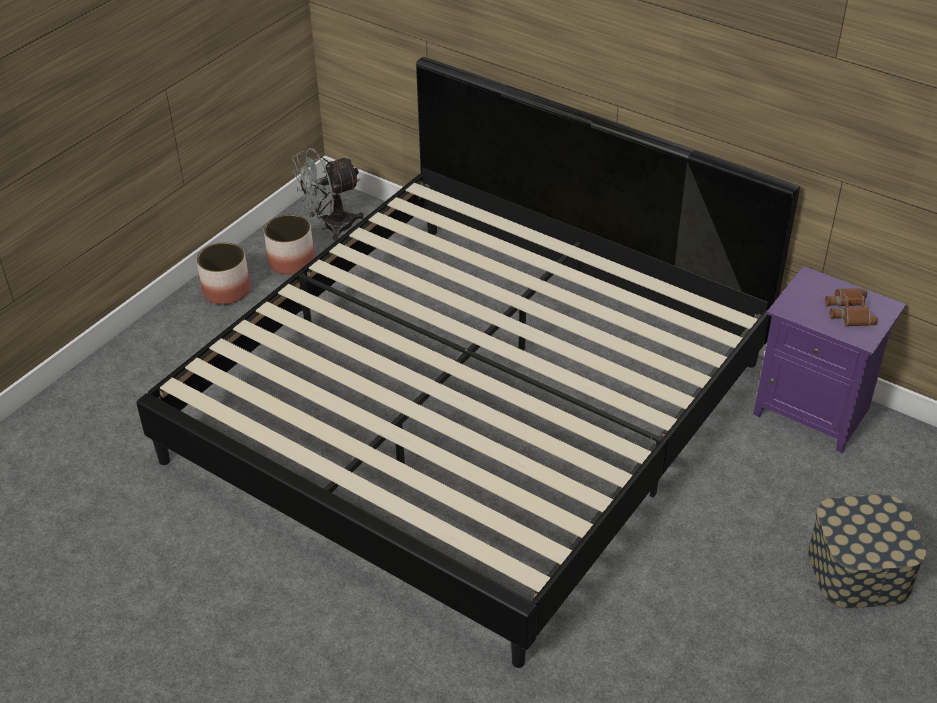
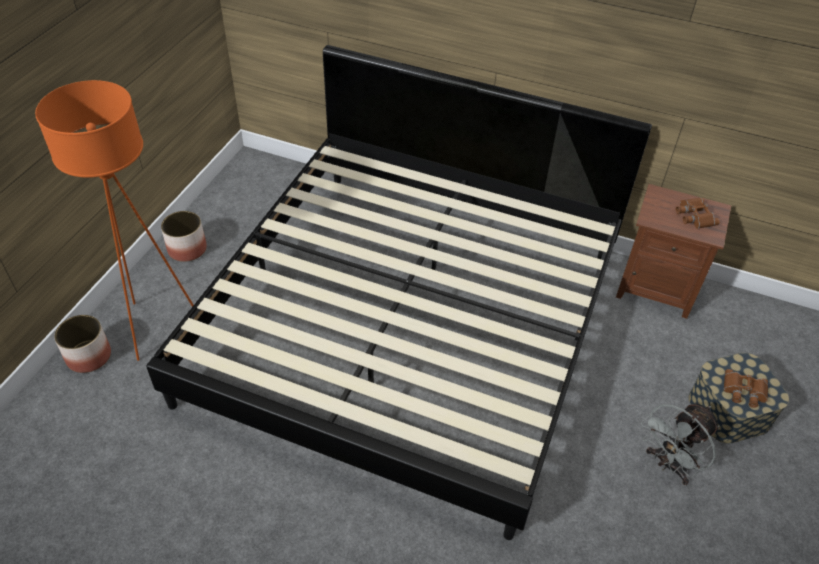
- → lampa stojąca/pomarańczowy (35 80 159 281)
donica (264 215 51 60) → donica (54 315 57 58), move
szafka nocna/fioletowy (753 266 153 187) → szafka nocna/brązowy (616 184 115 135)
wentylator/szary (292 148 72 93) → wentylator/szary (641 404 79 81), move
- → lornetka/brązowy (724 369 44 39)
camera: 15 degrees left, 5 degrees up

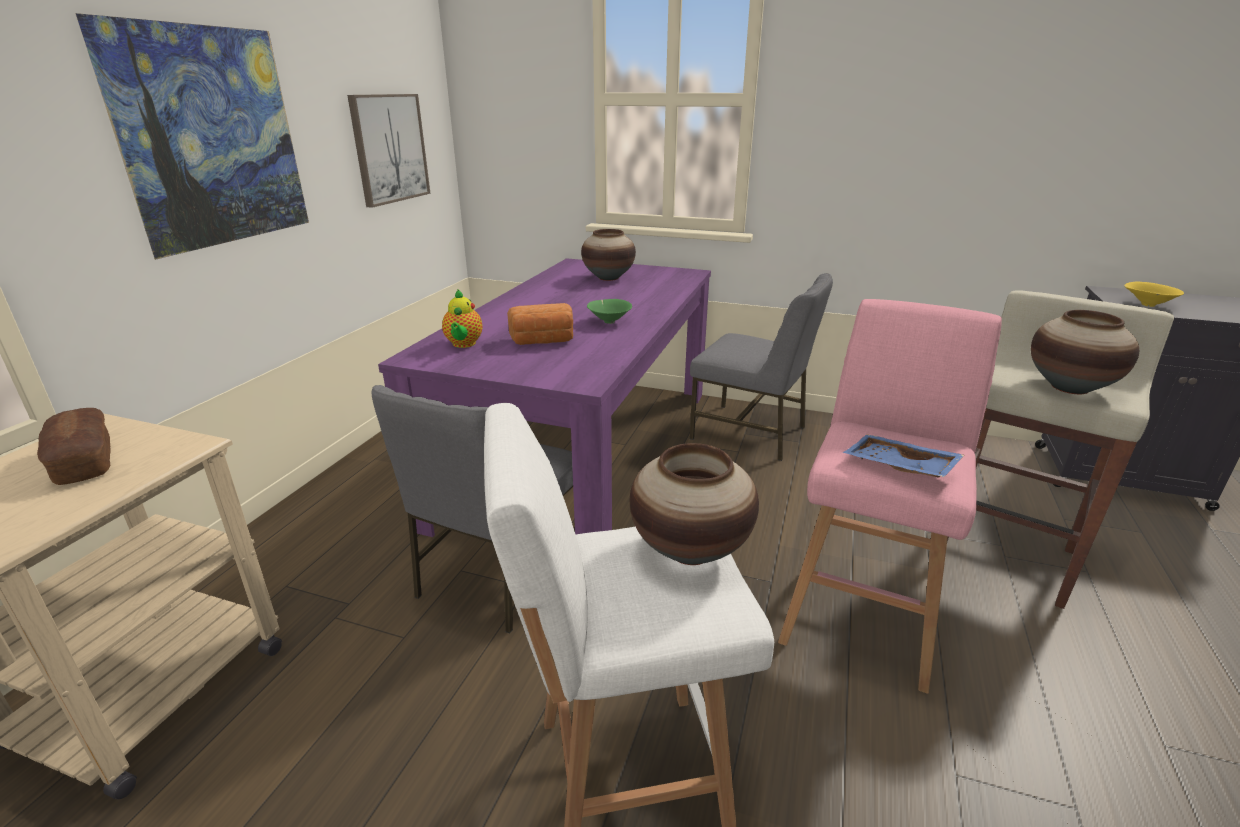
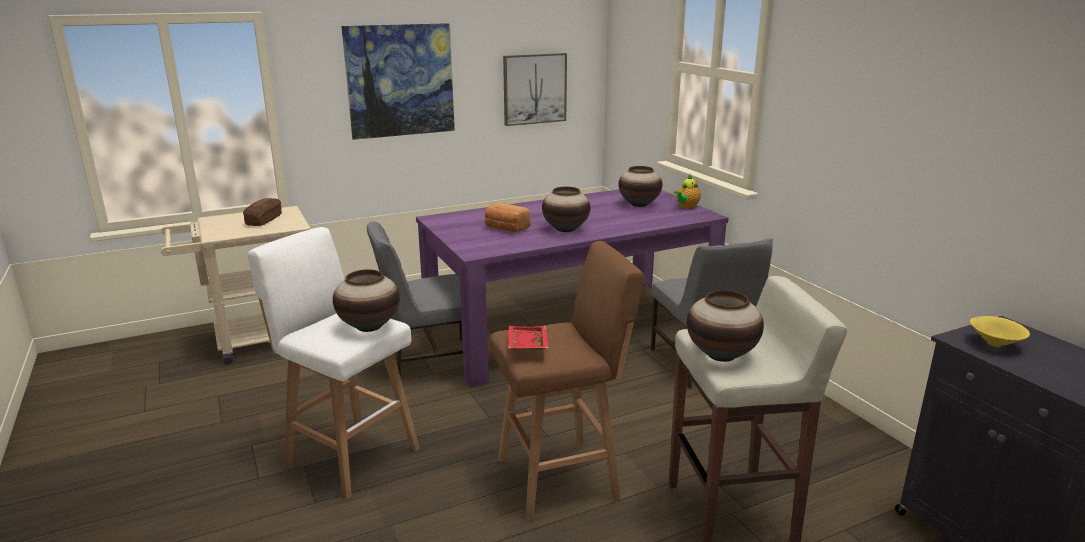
stołek/różowy (778 299 224 395) → stołek/brązowy (490 241 154 280)
taca/niebieski (843 434 121 44) → taca/czerwony (508 326 41 25)
miska/zielony (587 299 45 25) → wazon (542 187 48 45)
imbryk (442 290 40 58) → imbryk (674 174 27 35), move
camera: 45 degrees right, 5 degrees down

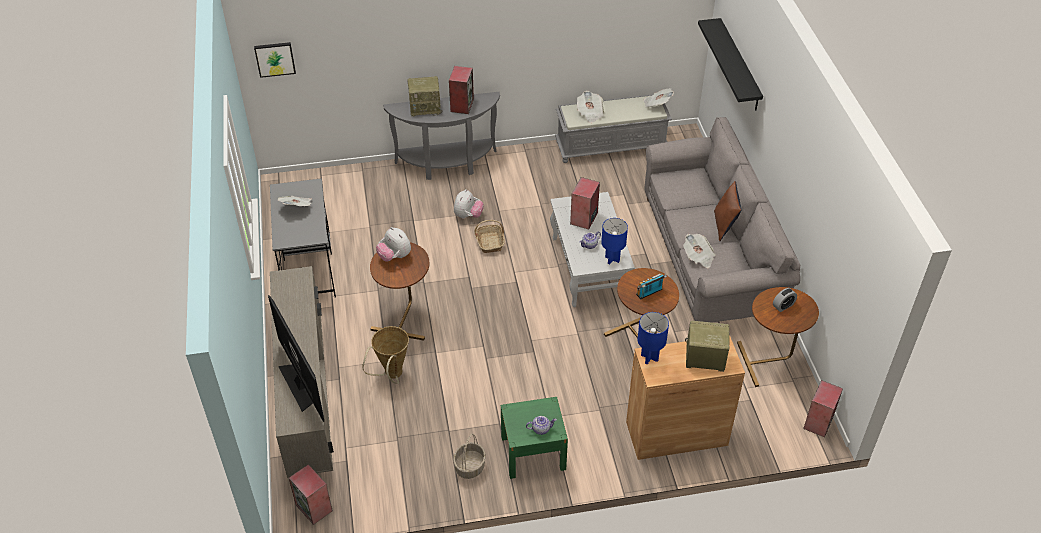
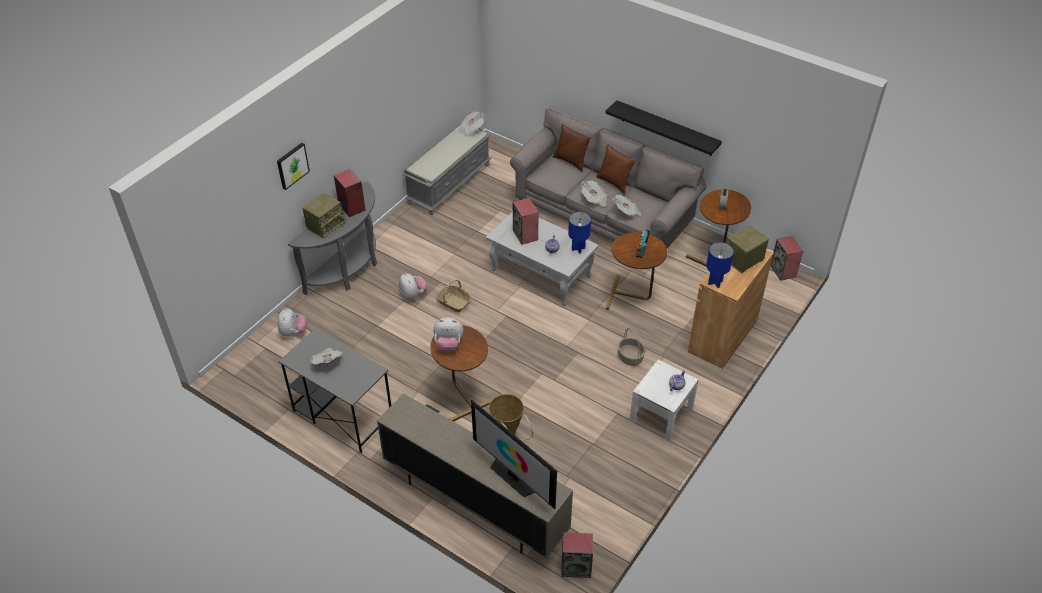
obraz (254 42 42 36) → obraz (277 143 33 47), move
- → pluszak (278 308 29 28)
telewizor (268 295 56 127) → telewizor (471 400 86 109), 150 degrees counterclockwise
- → poduszka/brązowy (553 124 38 48)
gazeta (577 91 27 32) → gazeta (581 180 27 27), move
półka/czarny (698 18 65 92) → półka/czarny (605 100 117 56), move
koszyk (453 434 33 45) → koszyk (618 328 27 38), move
szafka nocna/zielony (501 397 67 82) → szafka nocna/biały (630 359 69 82)
camera: 45 degrees left, 0 degrees up

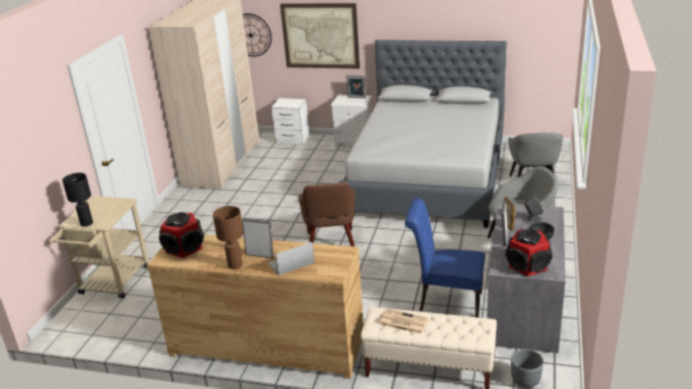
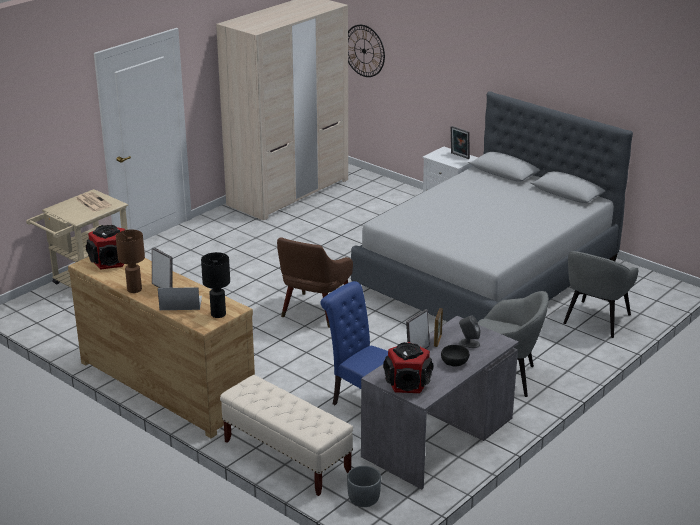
gazeta (378 309 51 25) → gazeta (76 192 36 20), move
lampa stołowa/czarny (62 173 31 54) → lampa stołowa/czarny (201 252 29 66), move
szafka nocna/biały (271 98 39 47) → -
obraz (280 3 80 66) → -
camera: 25 degrees right, 0 degrees up

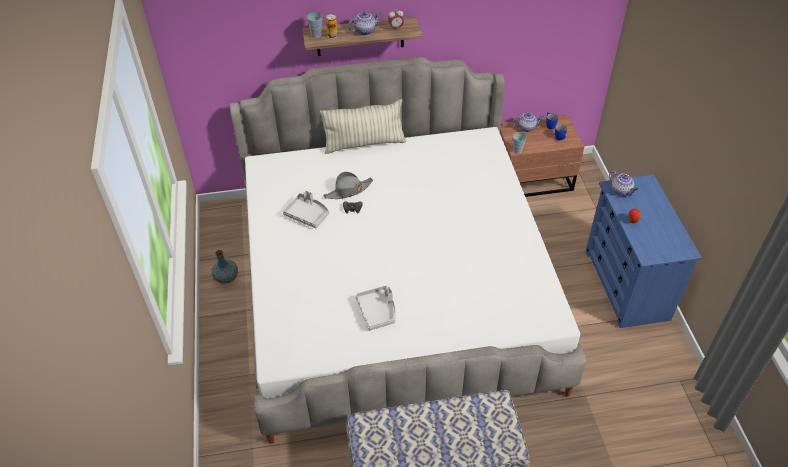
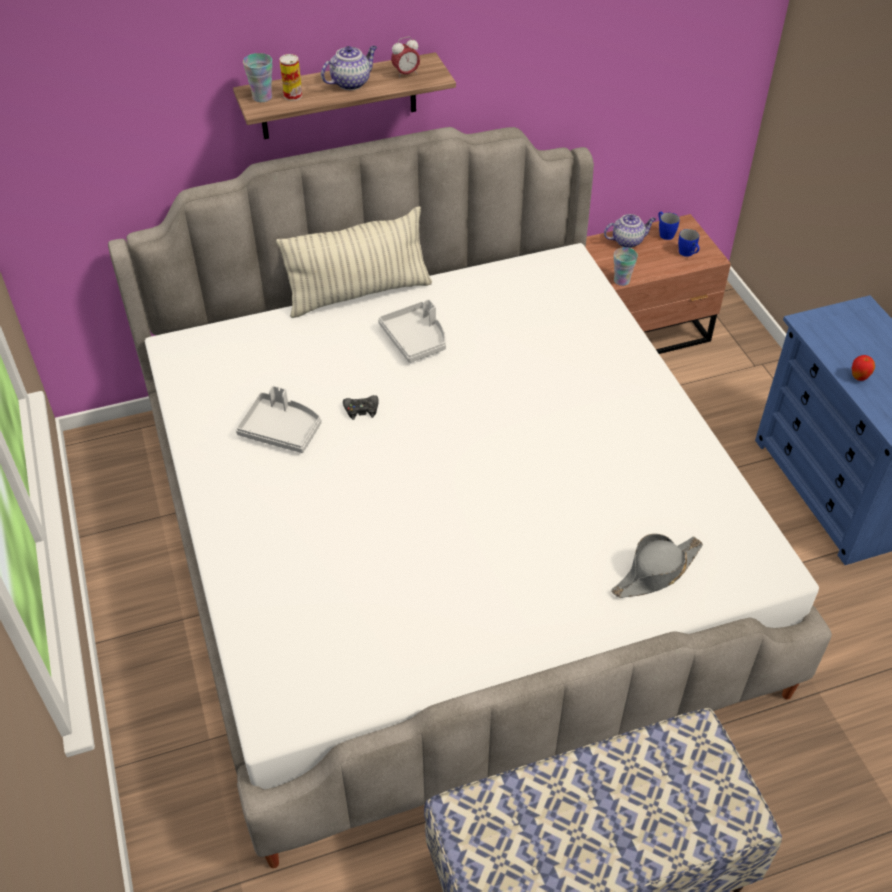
taca/szary (355 285 41 45) → taca/szary (378 299 68 64), move
kapelusz/szary (323 172 50 27) → kapelusz/szary (611 534 92 64), move
wazon (212 250 26 34) → -
imbryk (609 171 30 25) → -
camera: 10 degrees left, 0 degrees up

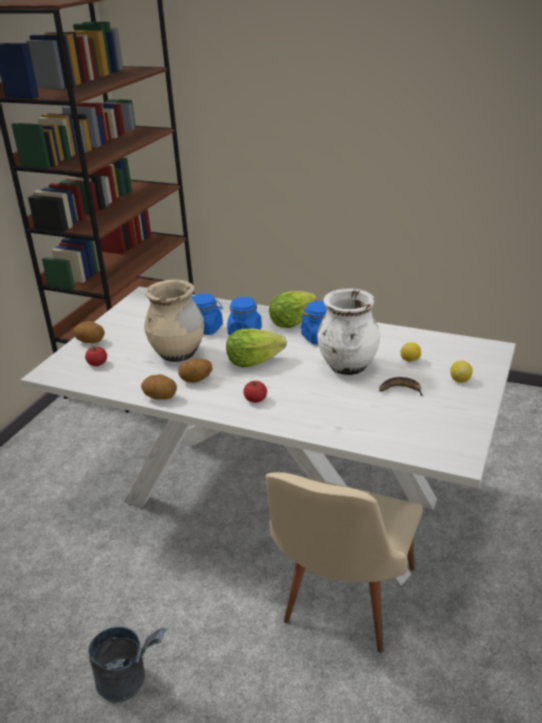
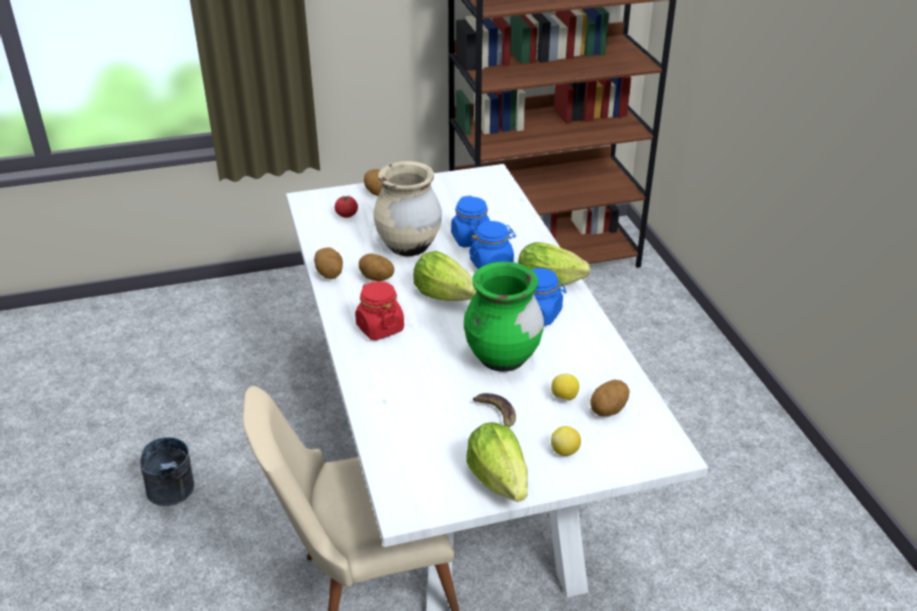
pomidor (243 381 24 22) → słoik/czerwony (355 281 49 59)
wazon/biały (317 288 63 87) → wazon/zielony (464 262 80 110)
- → sałata (466 422 62 80)
- → ziemniak (590 379 40 37)
camera: 50 degrees right, 5 degrees up

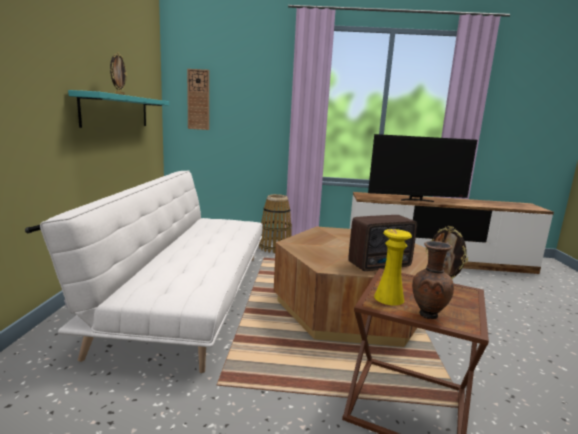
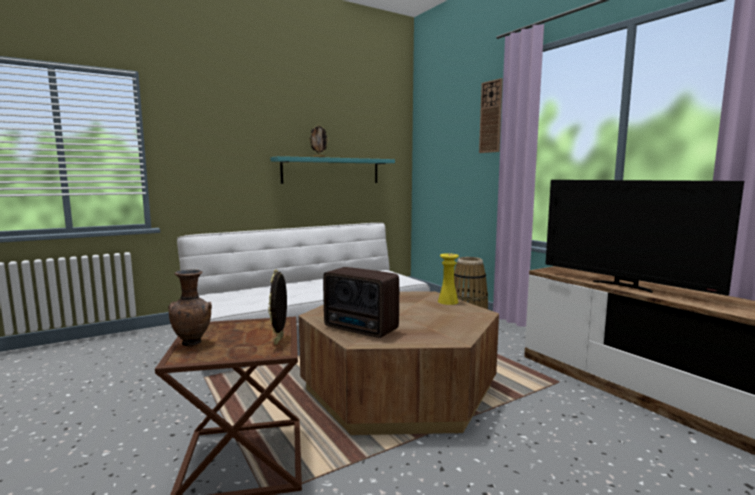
wazon/żółty (374 229 38 77) → wazon/żółty (438 253 21 52), move
zegar ścienny (187 69 22 61) → zegar ścienny (479 78 24 75), move
camera: 55 degrees right, 5 degrees down

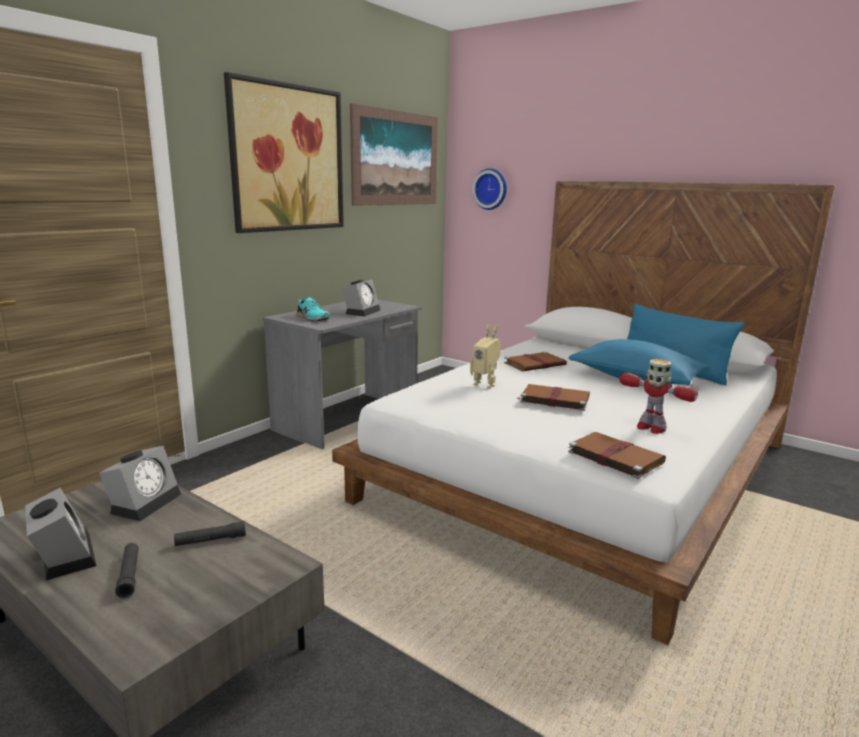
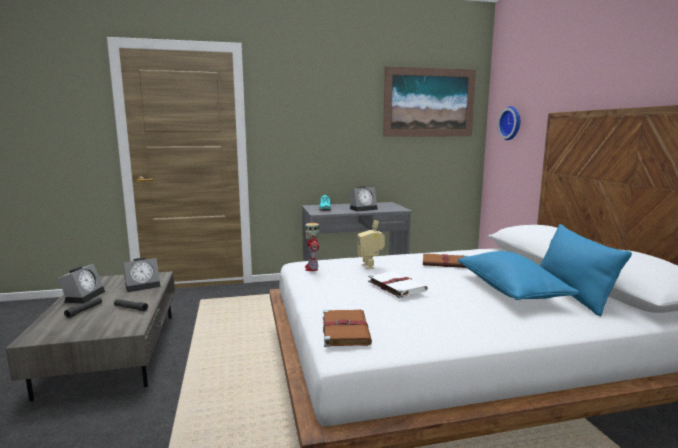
robot zabawkowy (619 359 79 75) → robot zabawkowy (305 223 15 48), move
książka/brązowy (517 384 73 27) → książka/biały (368 271 60 27)
obraz (224 72 120 161) → -
camera: 40 degrees right, 5 degrees down

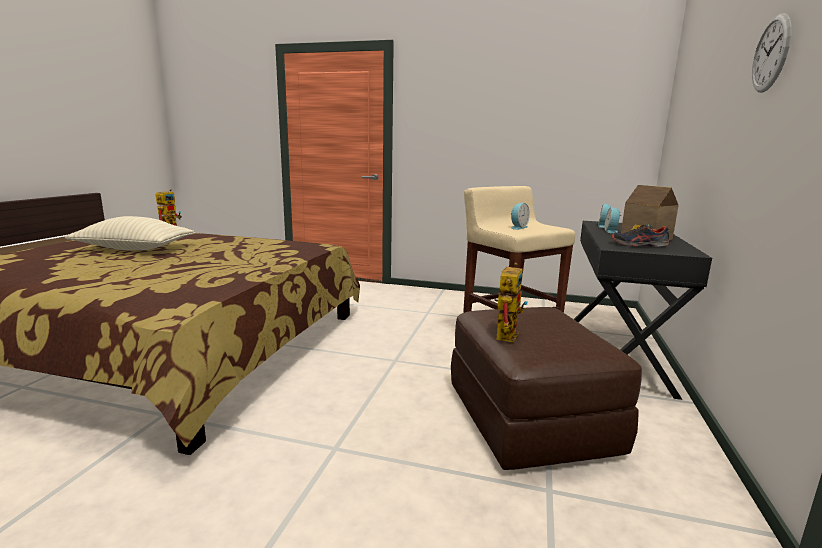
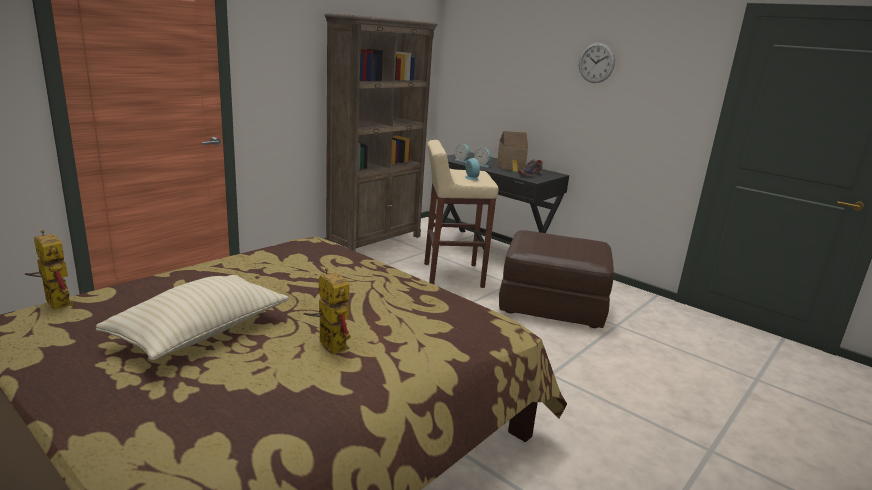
robot zabawkowy (494 263 33 80) → robot zabawkowy (303 268 48 87), move
- → regał/brązowy (324 13 114 239)
camera: 65 degrees left, 5 degrees up

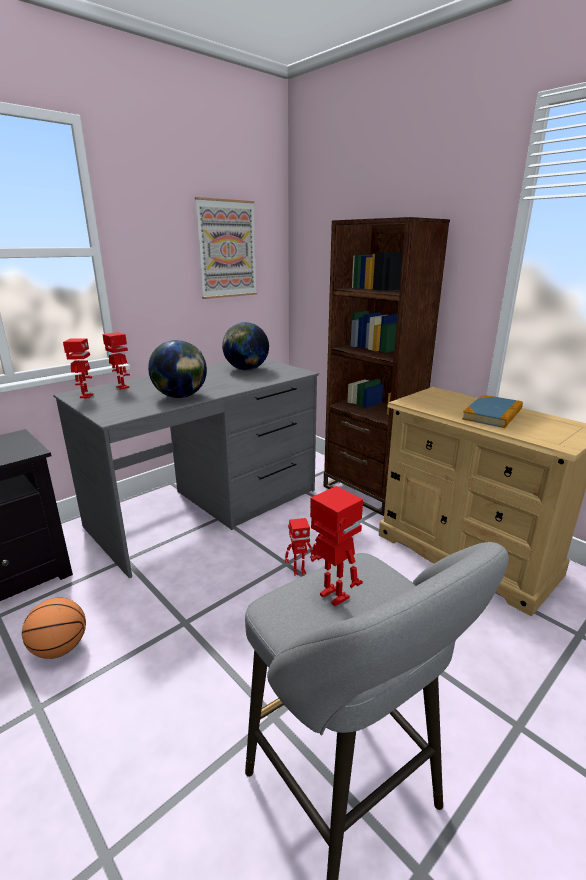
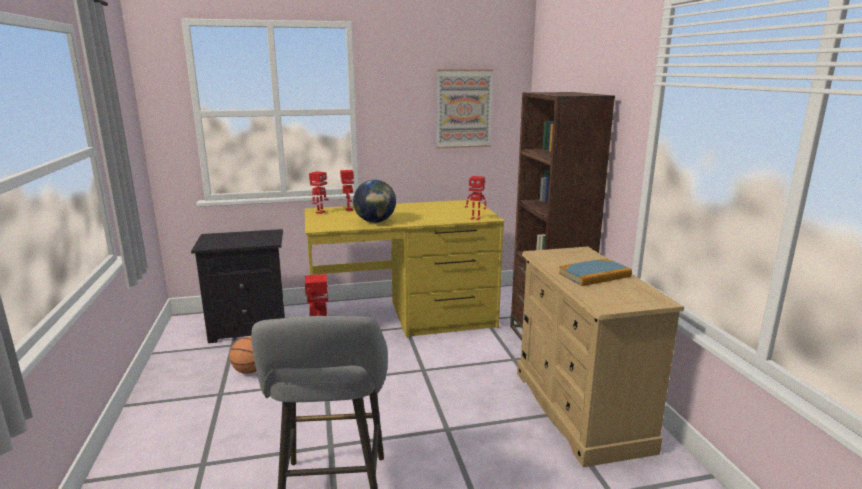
biurko/szary (53 359 266 220) → biurko/żółty (305 200 199 138)
robot zabawkowy (285 518 28 58) → robot zabawkowy (465 176 22 44), move
globus (222 322 47 48) → -
camera: 30 degrees right, 5 degrees down

